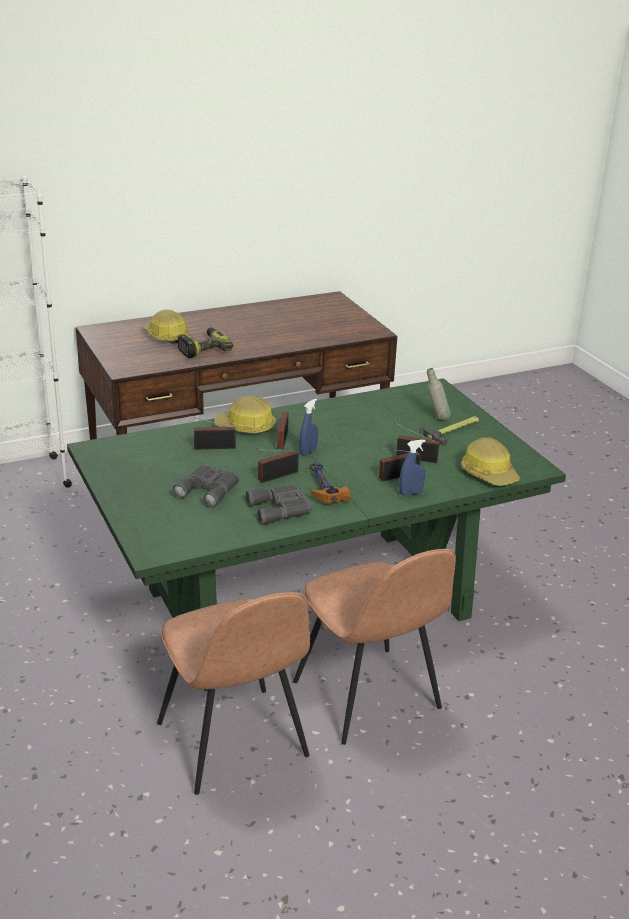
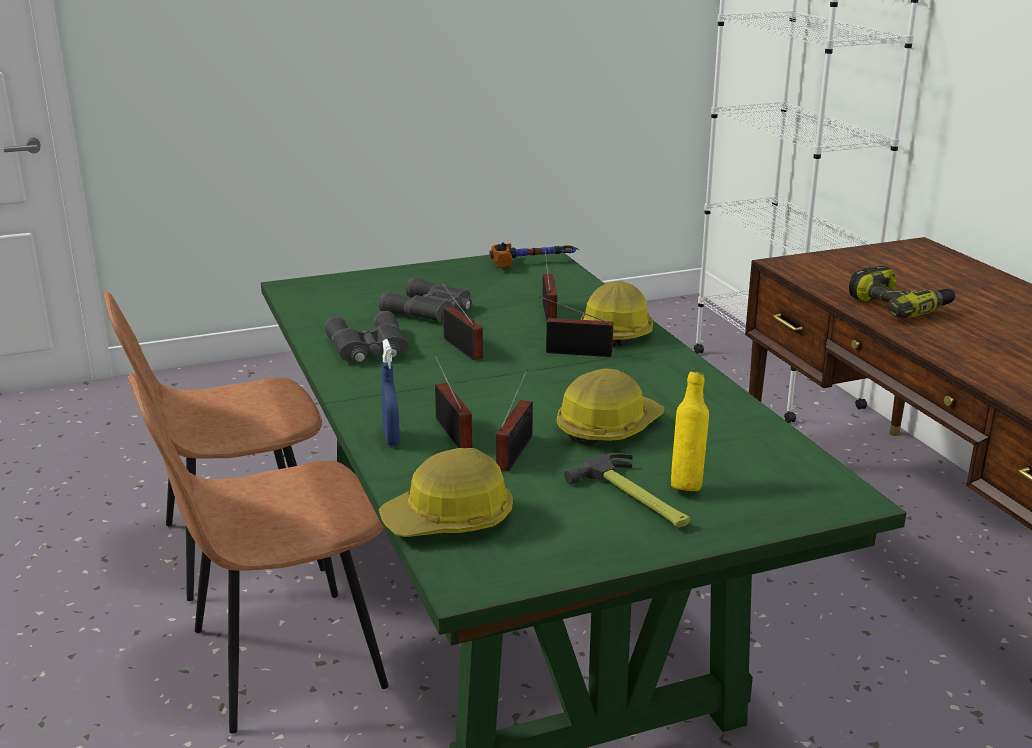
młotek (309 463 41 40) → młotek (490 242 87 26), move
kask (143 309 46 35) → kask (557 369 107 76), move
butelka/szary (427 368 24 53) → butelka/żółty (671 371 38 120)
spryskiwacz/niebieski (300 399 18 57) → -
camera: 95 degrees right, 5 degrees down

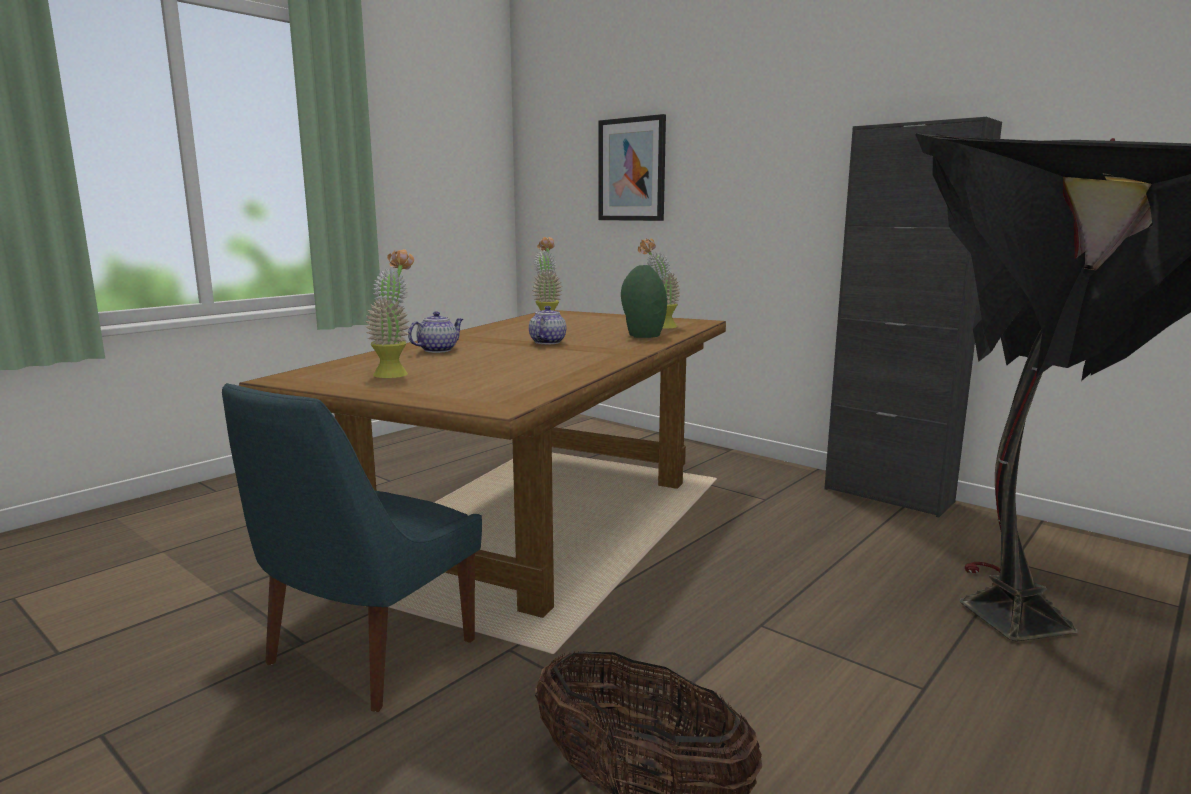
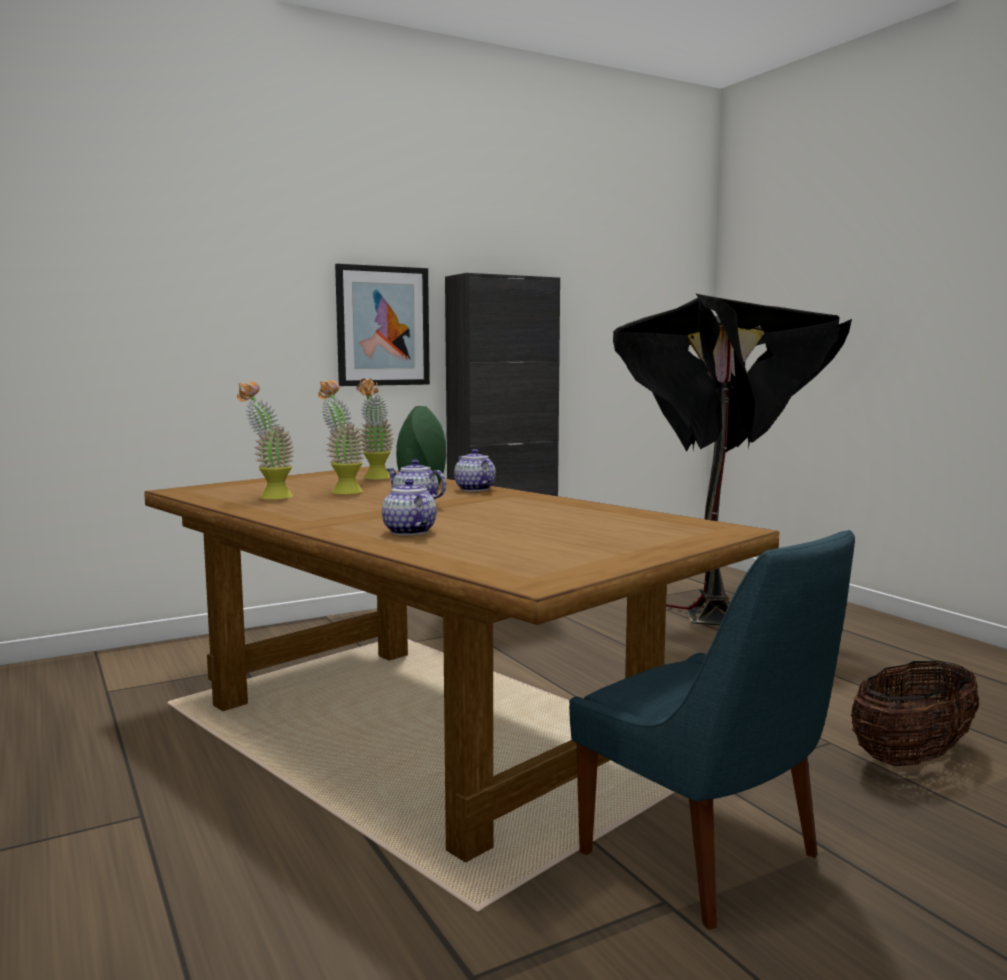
roślina doniczkowa (365 249 49 129) → roślina doniczkowa (318 380 47 114), move
obraz (598 114 68 107) → obraz (335 264 95 122), move
- → imbryk (454 449 42 42)
camera: 70 degrees left, 5 degrees down

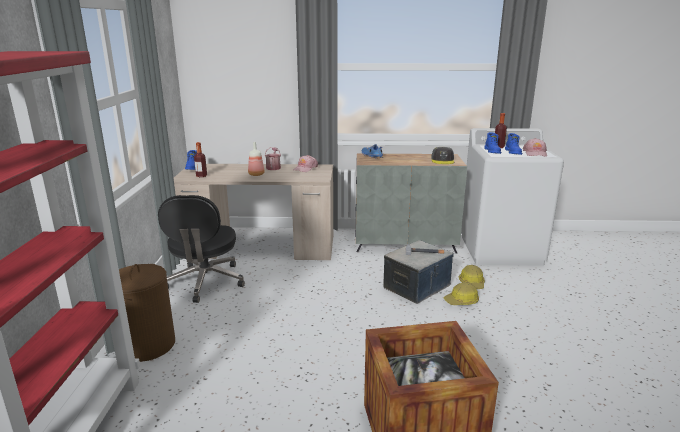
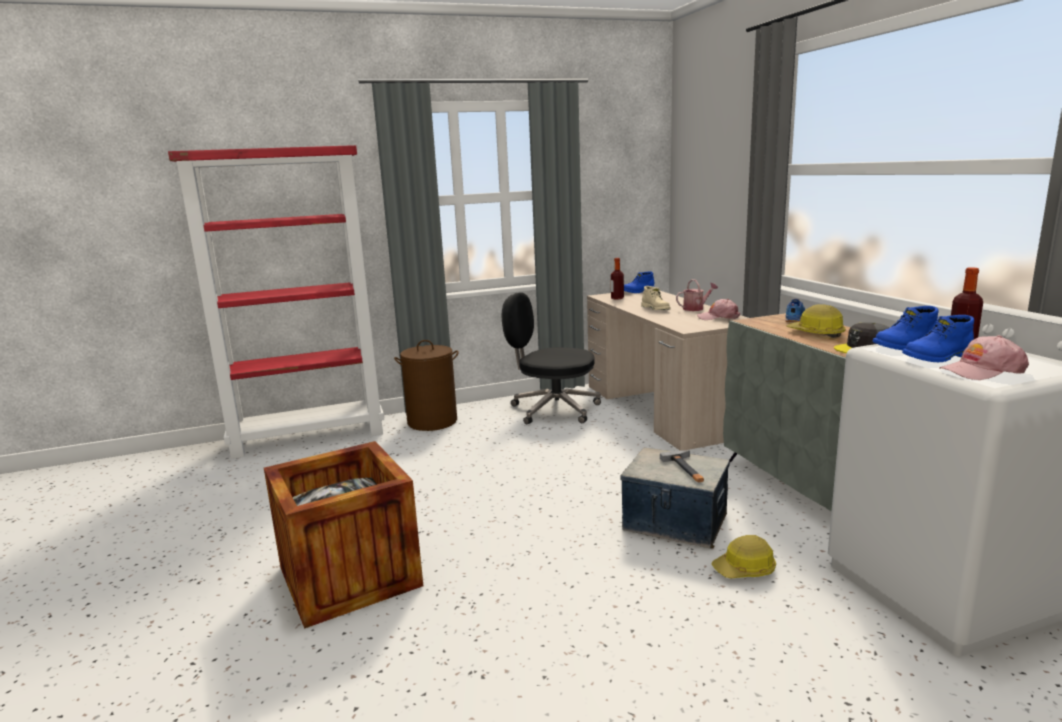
krzesło biurowe/czarny (158 195 87 108) → krzesło biurowe/czarny (502 292 99 132), 45 degrees clockwise
butelka (248 142 17 34) → but z cholewką/beżowy (641 286 30 24)
kask (444 282 35 23) → kask (787 304 59 34), move
camera: 70 degrees right, 5 degrees down

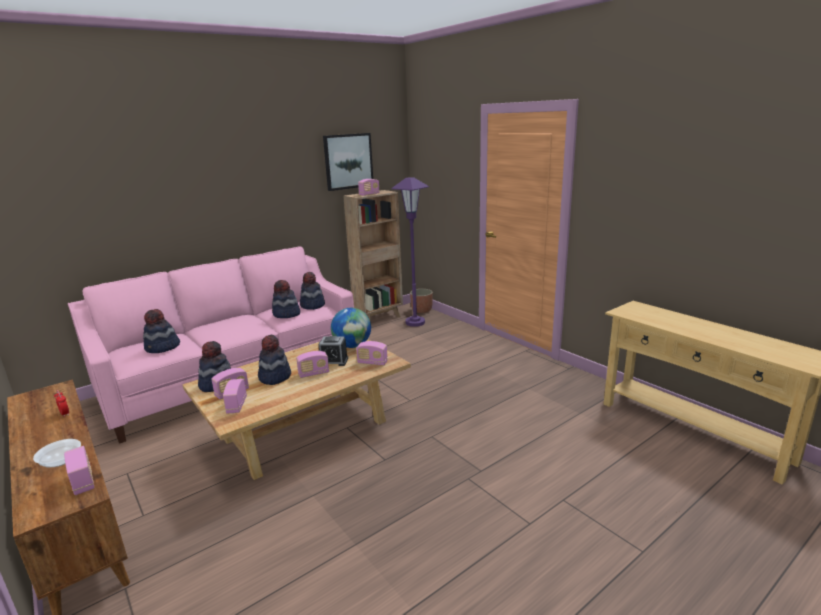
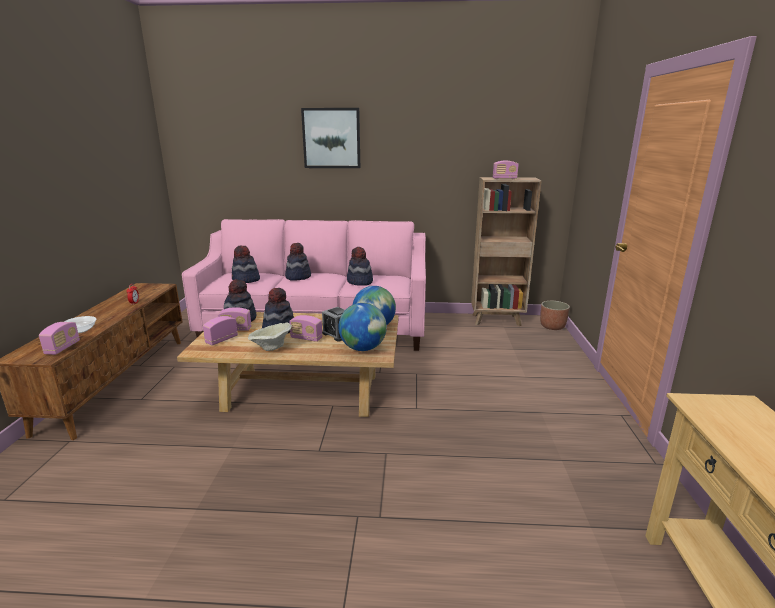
- → miska/beżowy (248 323 44 28)
kapelusz (300 272 25 38) → kapelusz (285 243 26 38), move
obraz (323 133 50 58) → obraz (301 108 59 60), move
radio (356 341 32 24) → globus (338 303 49 48)
lampa stojąca/fioletowy (391 177 38 150) → -
camera: 40 degrees right, 0 degrees up

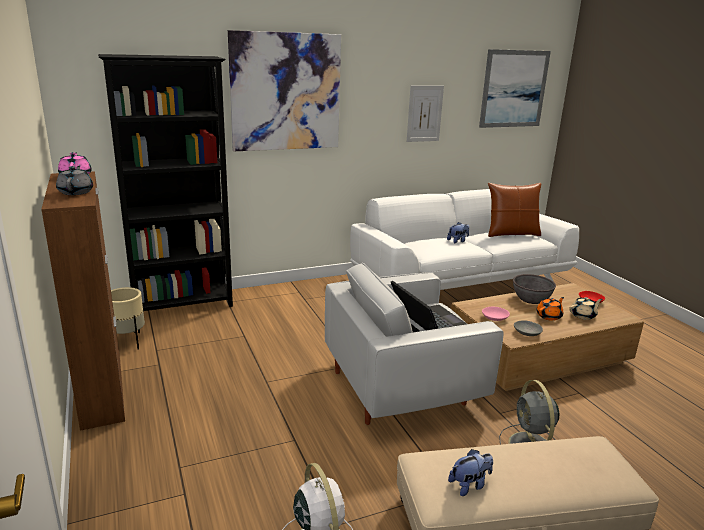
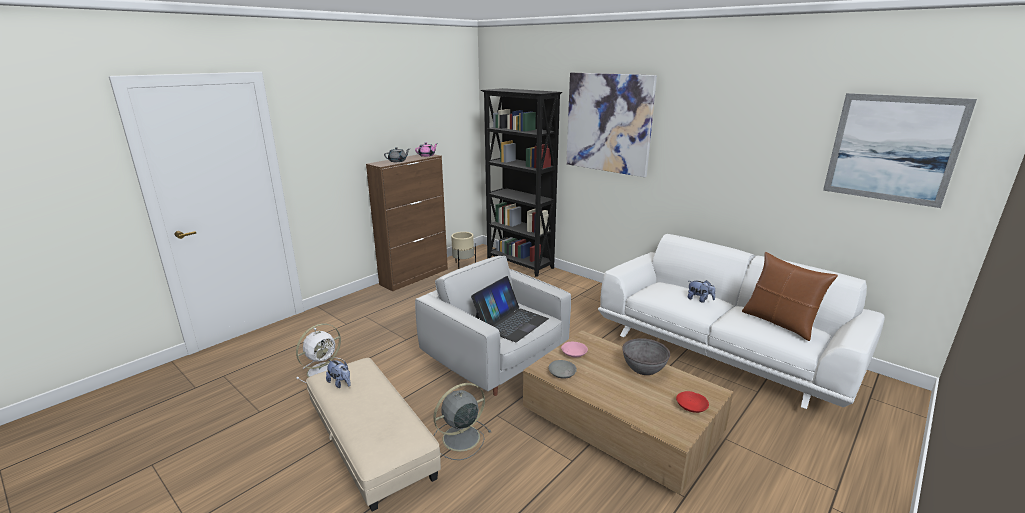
obraz (407 86 37 56) → -
imbryk/pomarańczowy (536 297 28 24) → -
imbryk/beżowy (569 297 33 23) → -
camera: 65 degrees right, 0 degrees up

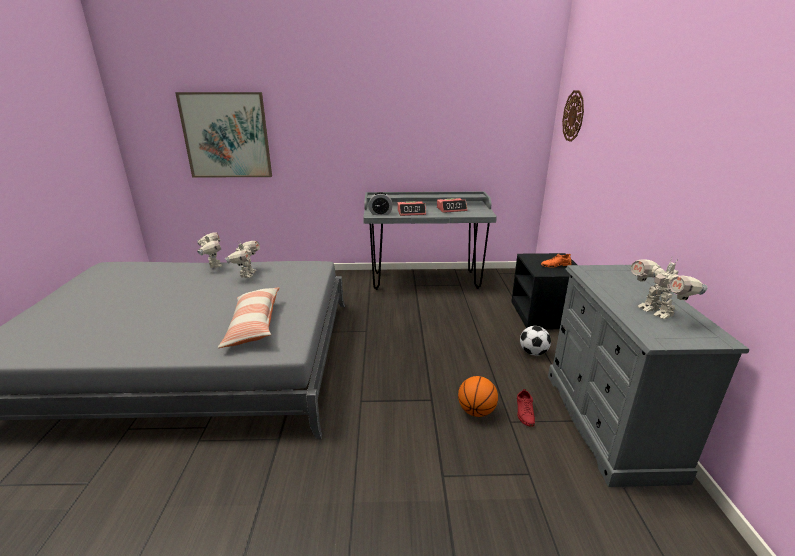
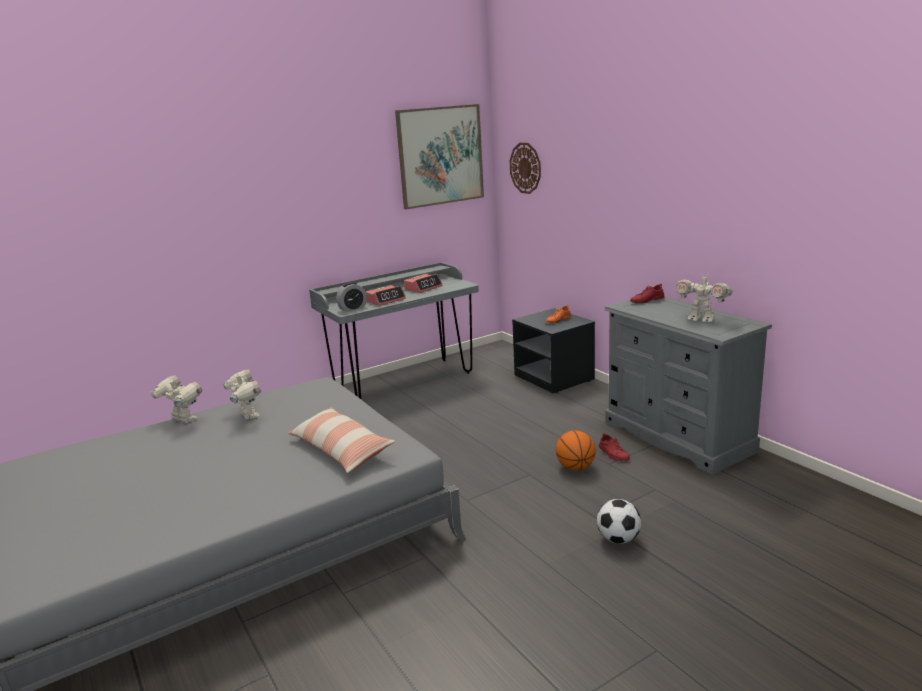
obraz (175 92 97 86) → obraz (395 104 89 105), move
piłka futbolowa (520 326 31 30) → piłka futbolowa (597 499 44 45), move
- → but/czerwony (630 284 34 19)
camera: 30 degrees left, 5 degrees down

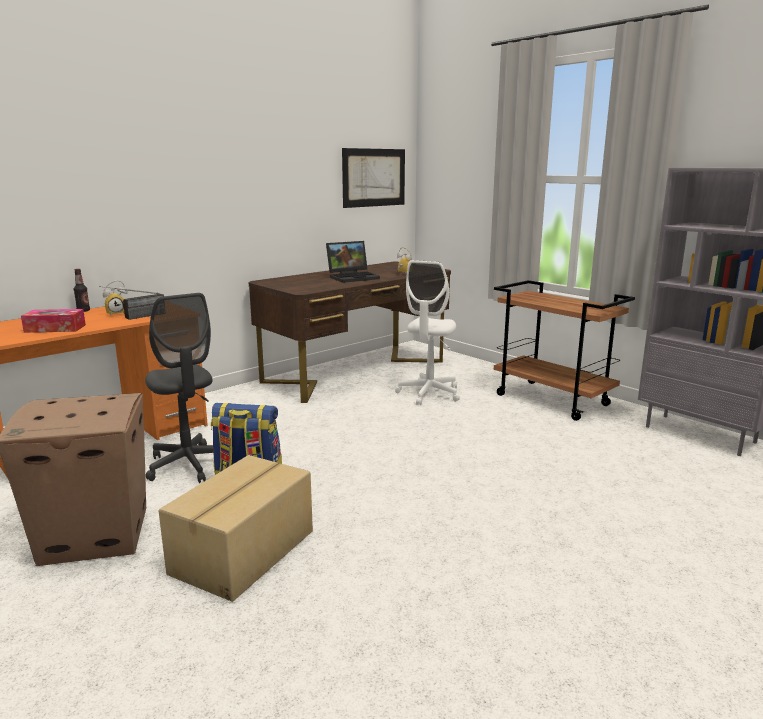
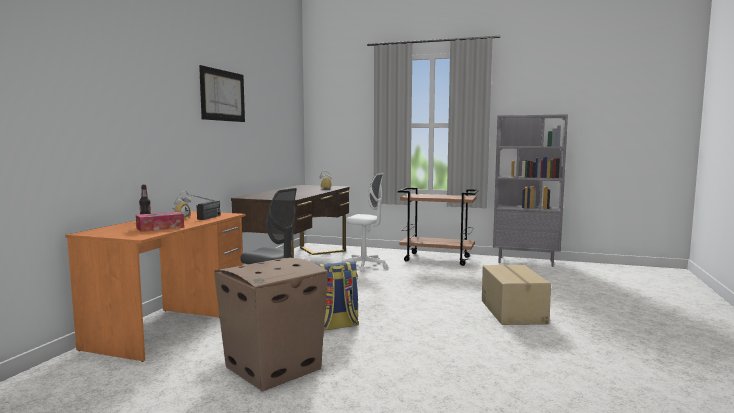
obraz (342 148 63 60) → obraz (199 65 46 57), move
krzesło biurowe/biały (395 260 65 145) → krzesło biurowe/biały (342 173 46 99), 60 degrees counterclockwise
karton (159 455 154 147) → karton (482 265 69 60), move
laptop (326 241 54 42) → -
camera: 30 degrees left, 10 degrees down

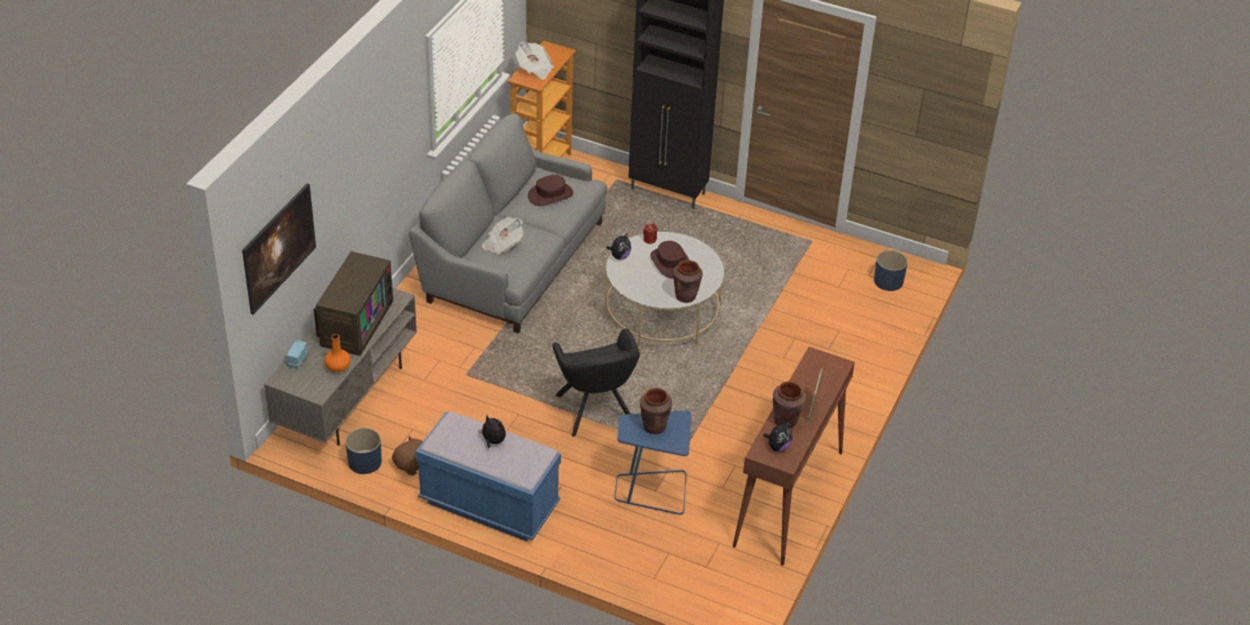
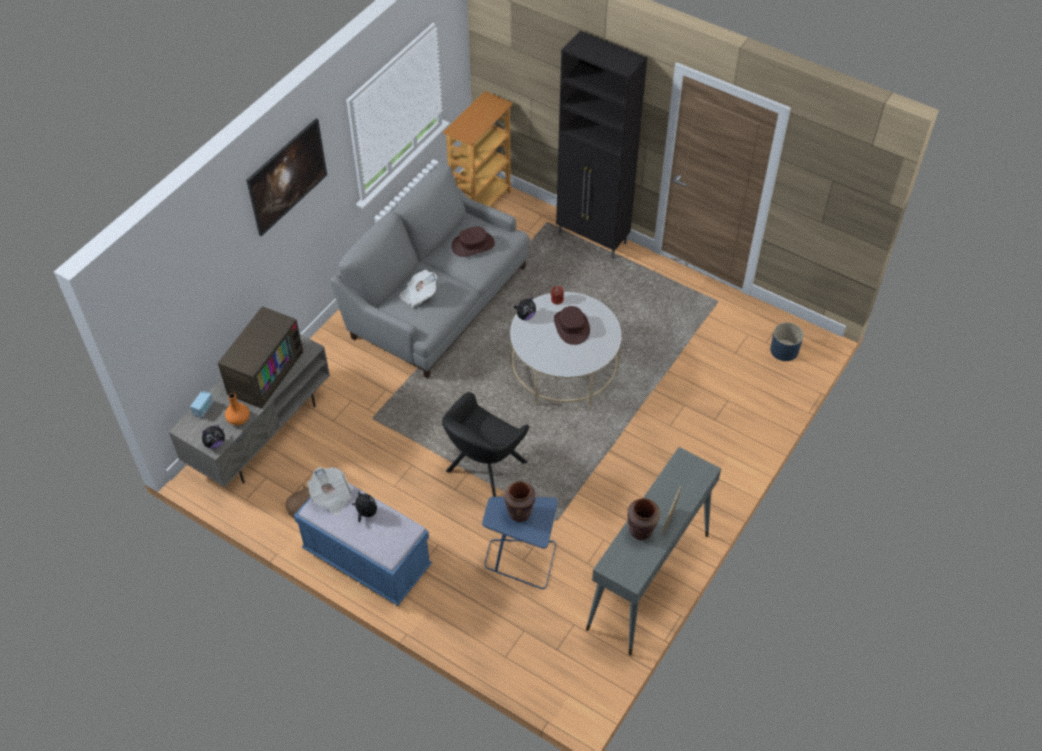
pluszak (763 421 29 30) → pluszak (202 425 23 24), move
obraz (242 183 74 132) → obraz (246 118 81 118), move
gazeta (515 42 39 38) → gazeta (307 467 46 48), move
fotel/czarny (552 328 88 109) → fotel/czarny (442 392 87 105), 45 degrees clockwise
stolik konsolowy/brązowy (733 347 122 219) → stolik konsolowy/szary (586 447 135 209)
donica/niebieski (345 428 37 46) → -
wazon/brązowy (673 260 30 43) → -
camera: 10 degrees right, 10 degrees up

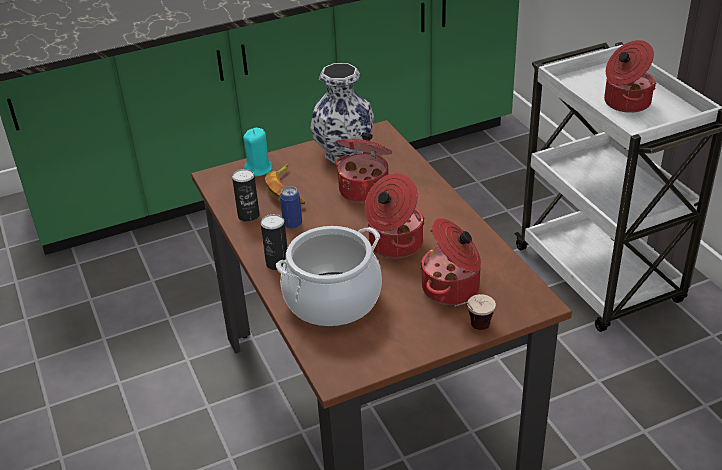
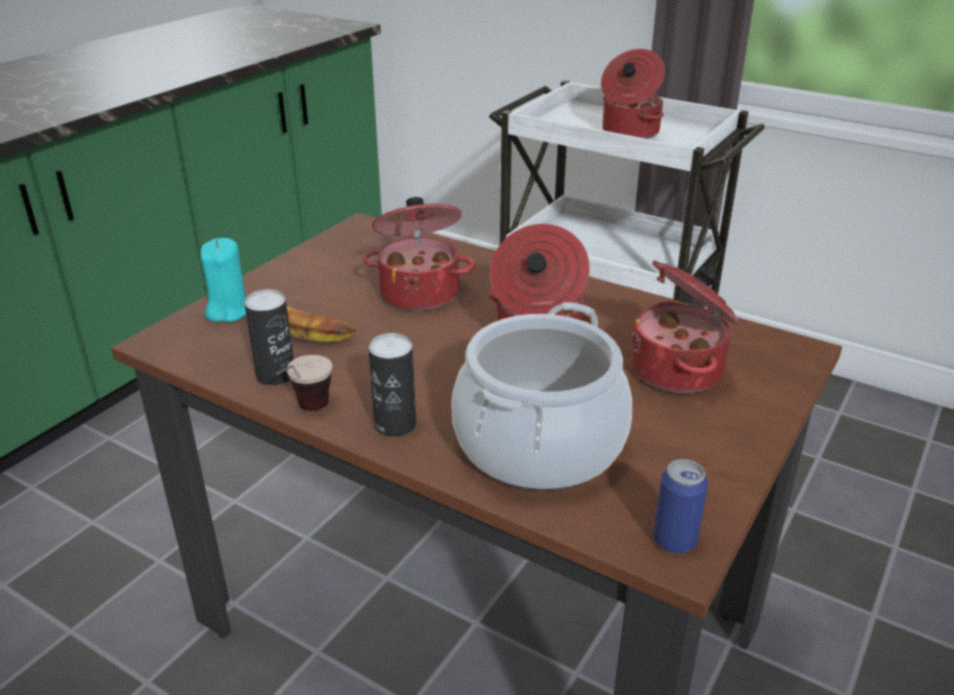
filiżanka (454 294 42 36) → filiżanka (276 355 56 56), move
puszka (280 186 22 43) → puszka (653 459 55 95), move
wazon (310 63 64 100) → -
camera: 35 degrees left, 5 degrees down

